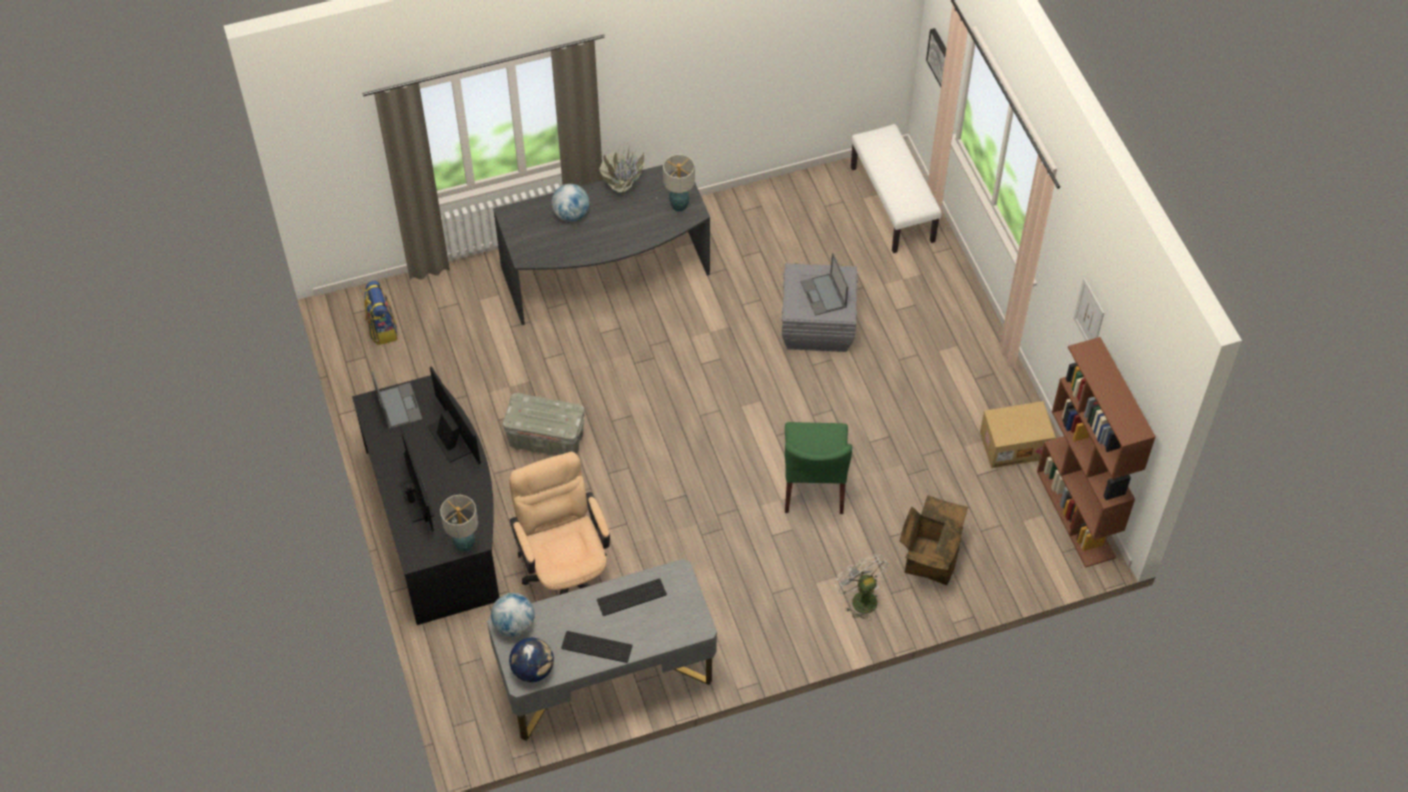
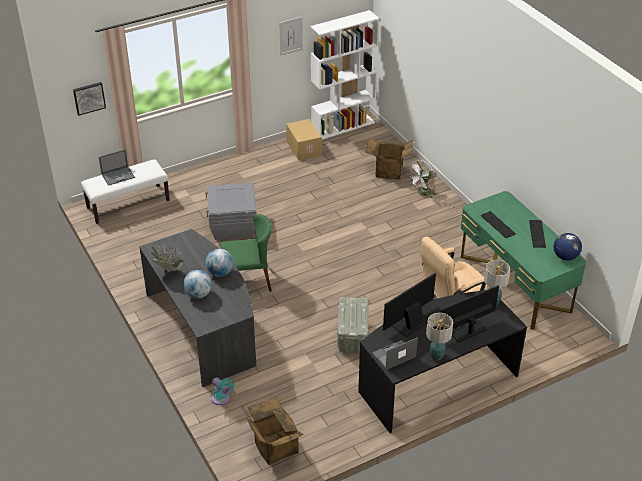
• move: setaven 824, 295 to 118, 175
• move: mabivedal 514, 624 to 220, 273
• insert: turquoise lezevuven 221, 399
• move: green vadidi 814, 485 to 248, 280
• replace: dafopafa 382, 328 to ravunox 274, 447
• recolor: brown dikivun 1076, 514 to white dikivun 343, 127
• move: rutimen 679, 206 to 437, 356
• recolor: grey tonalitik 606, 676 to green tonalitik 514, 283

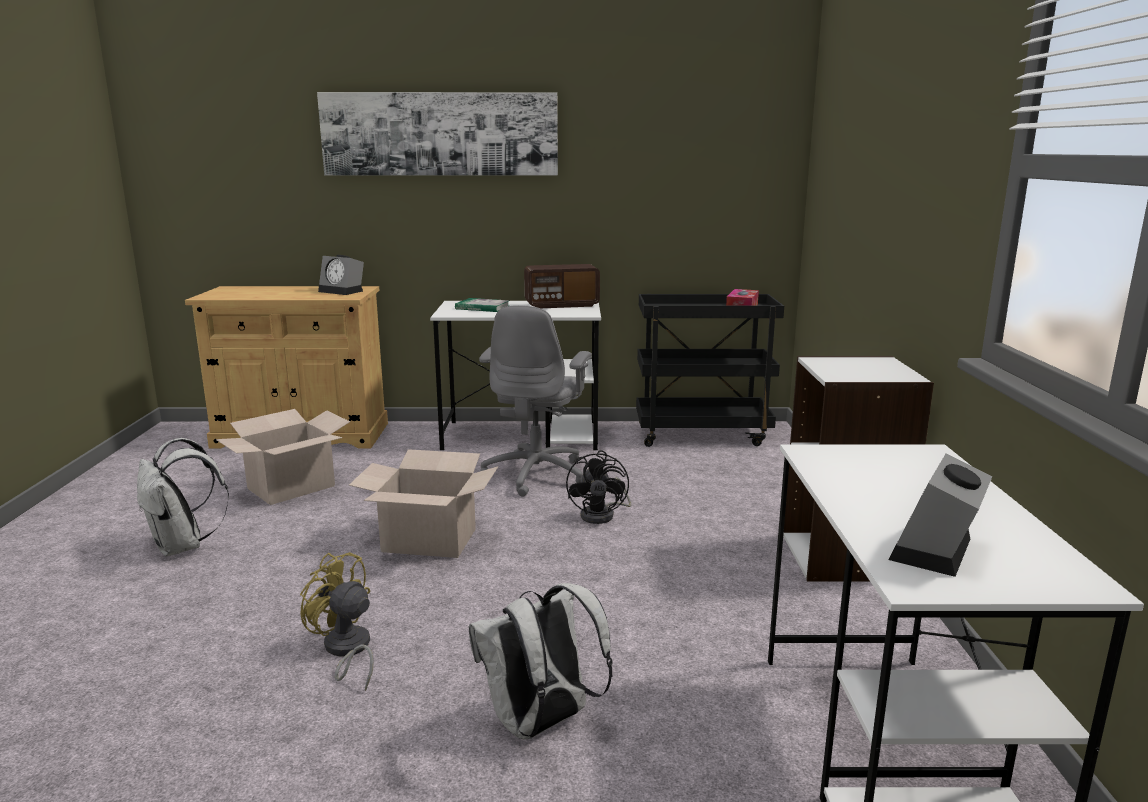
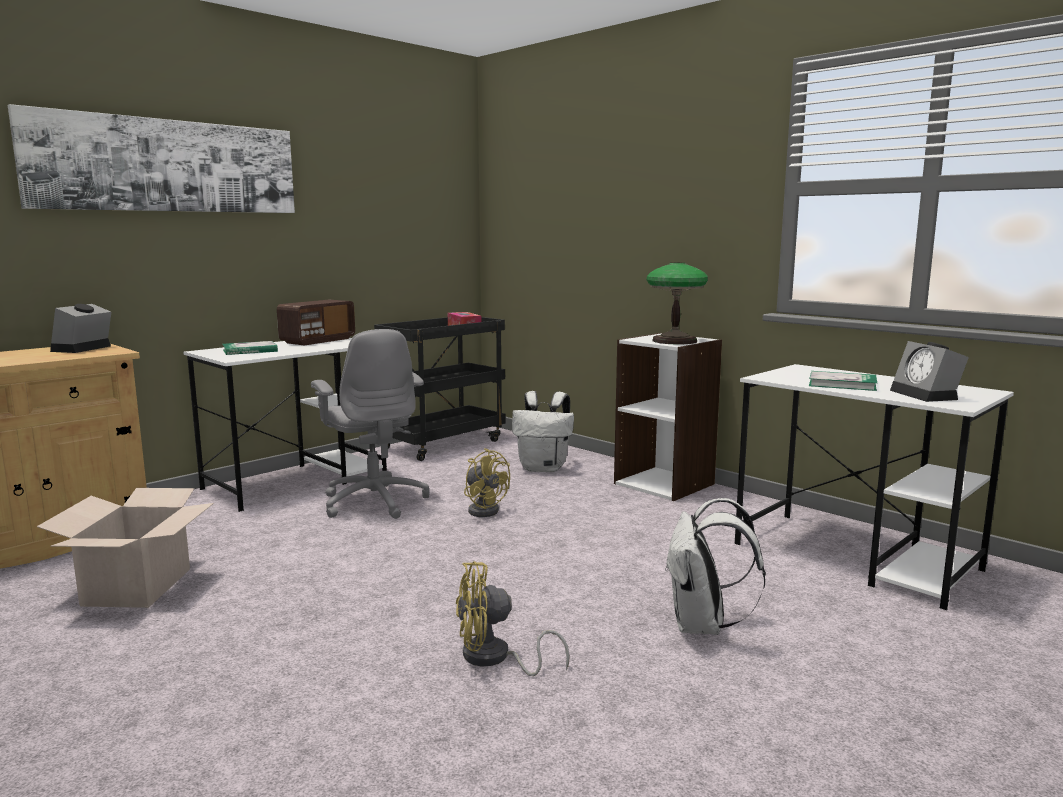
• rotate: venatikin 343, 291 = 82, 349 120 degrees clockwise
• recolor: black lezevuven 603, 515 to yellow lezevuven 484, 509
• move: white dafopafa 183, 546 to 544, 468
• insert: rutimen 674, 341
• insert: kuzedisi 842, 384
• delete: ravunox 430, 540

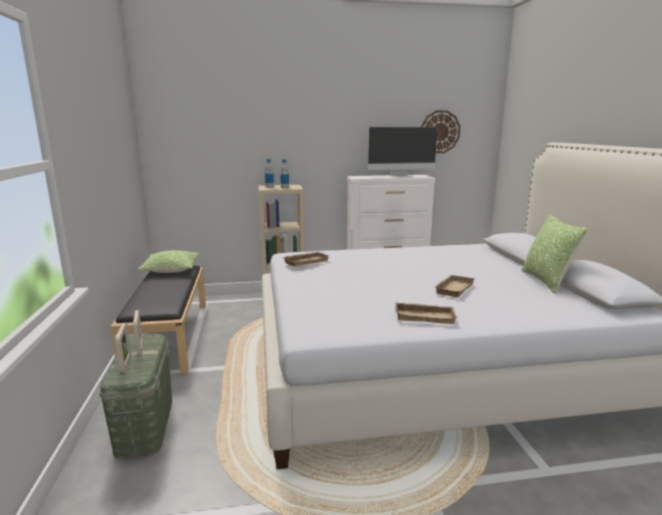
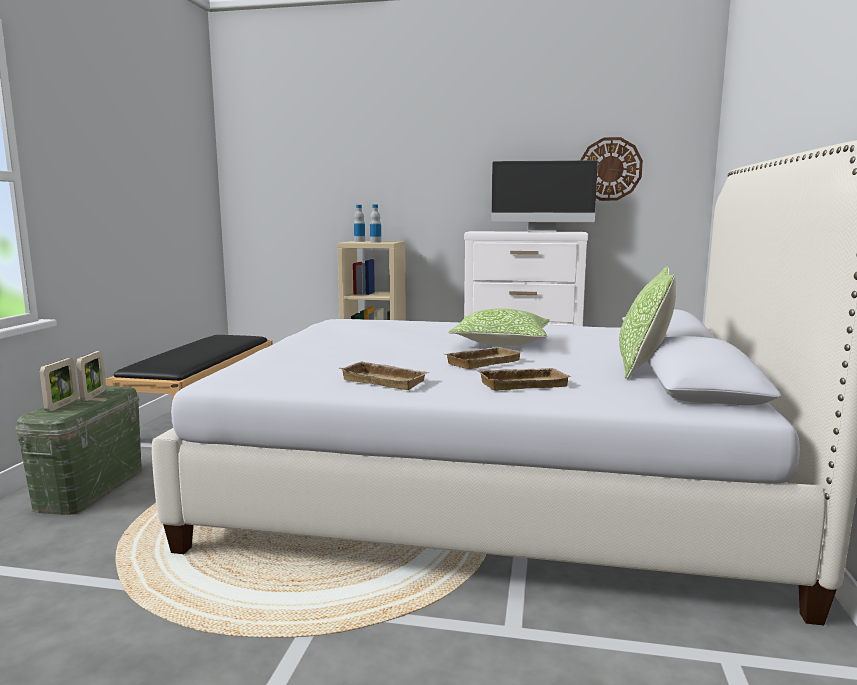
• move: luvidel 171, 269 to 501, 342
• move: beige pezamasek 306, 261 to 523, 383

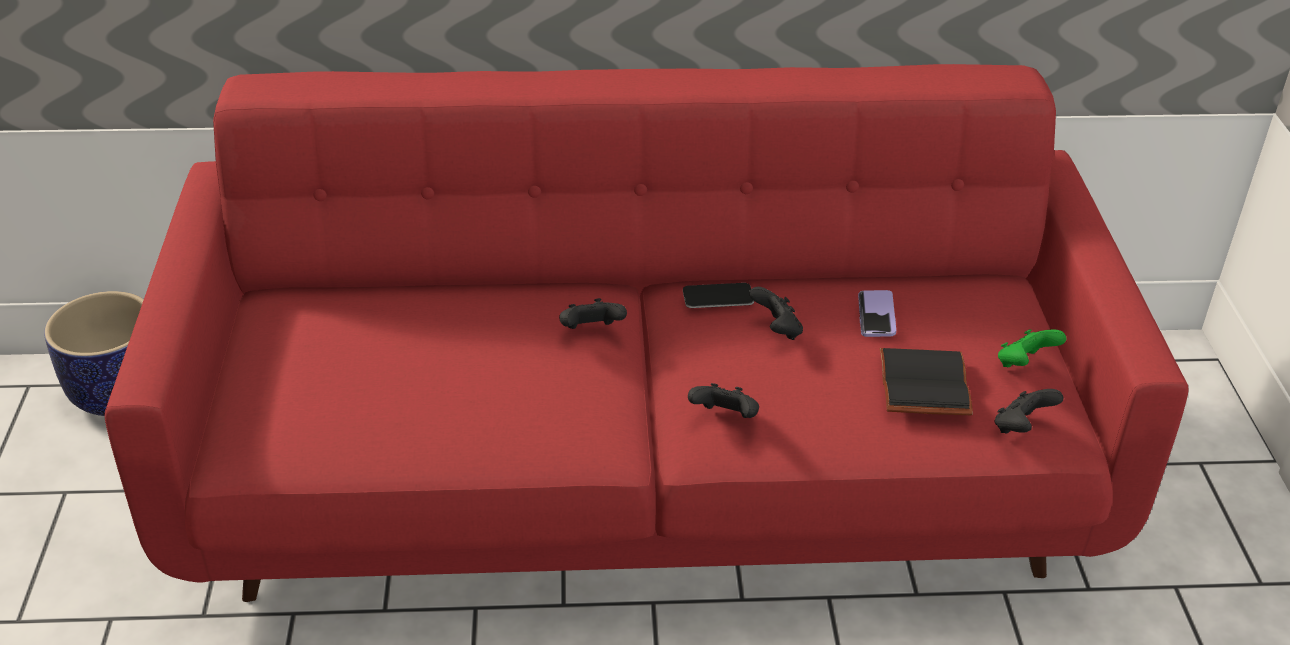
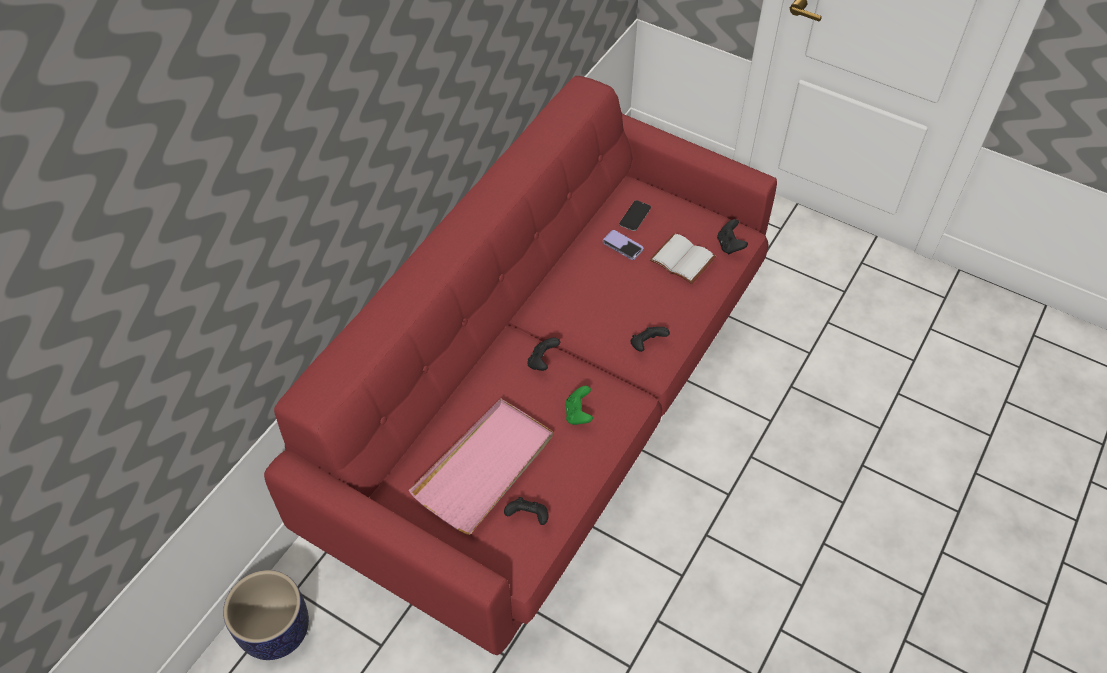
• insert: pink pezamasek 485, 467
• move: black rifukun 776, 330 to 528, 517
• move: green rifukun 1024, 364 to 578, 414
• move: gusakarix 718, 297 to 635, 216
• recolor: black kuzedisi 927, 385 to white kuzedisi 684, 259

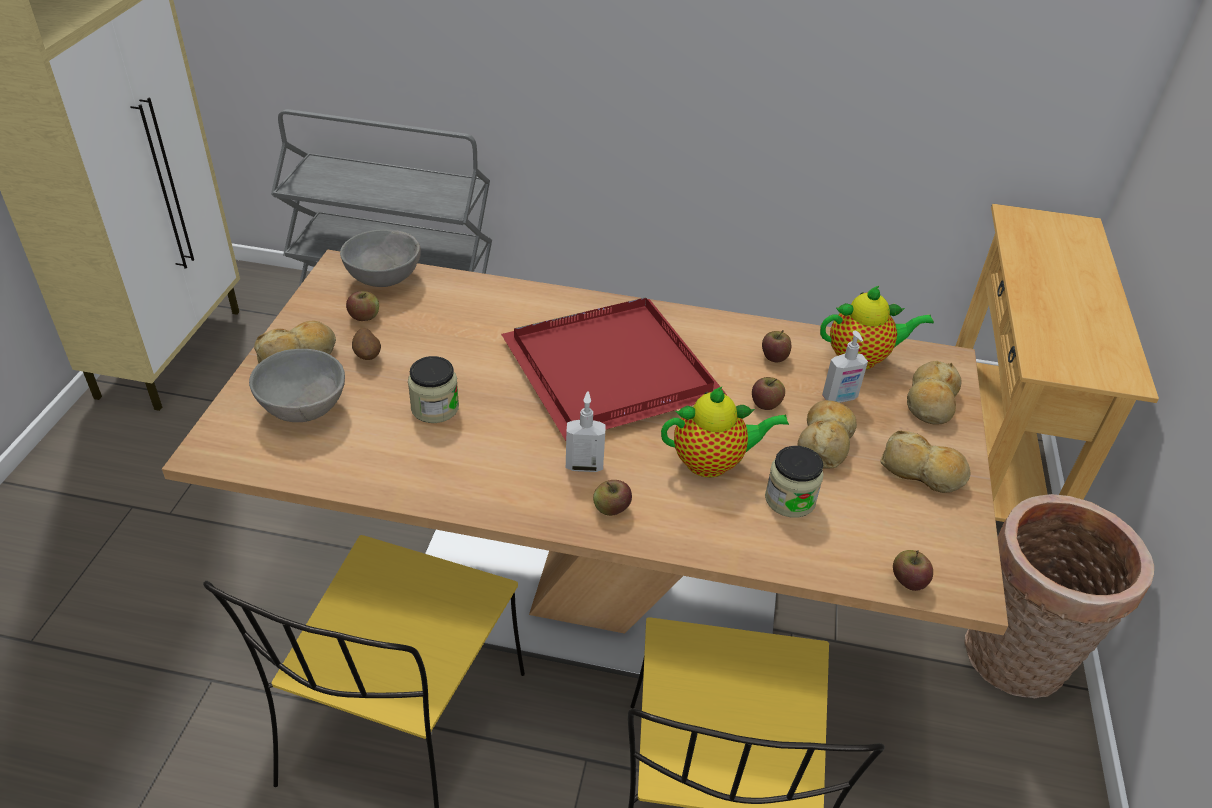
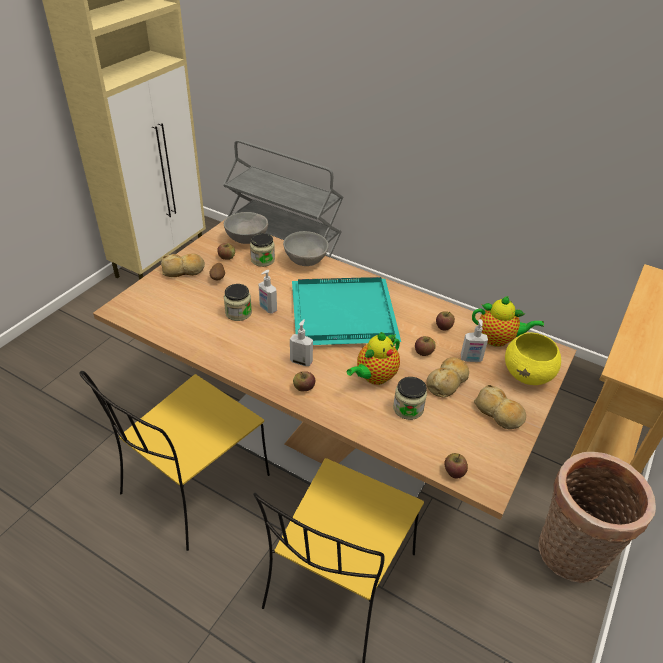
• insert: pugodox 262, 260
• insert: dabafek 267, 309
• move: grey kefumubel 304, 407 to 306, 260
• recolor: red pezamasek 609, 373 to turquoise pezamasek 341, 315
• rotate: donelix 713, 462 = 374, 377 120 degrees clockwise
• replace: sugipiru 930, 402 to yellow kefumubel 528, 374

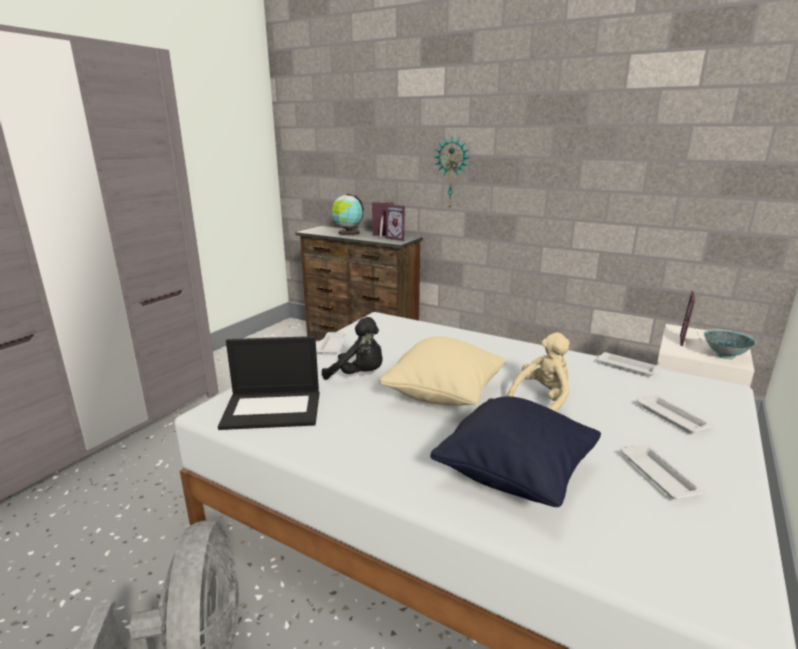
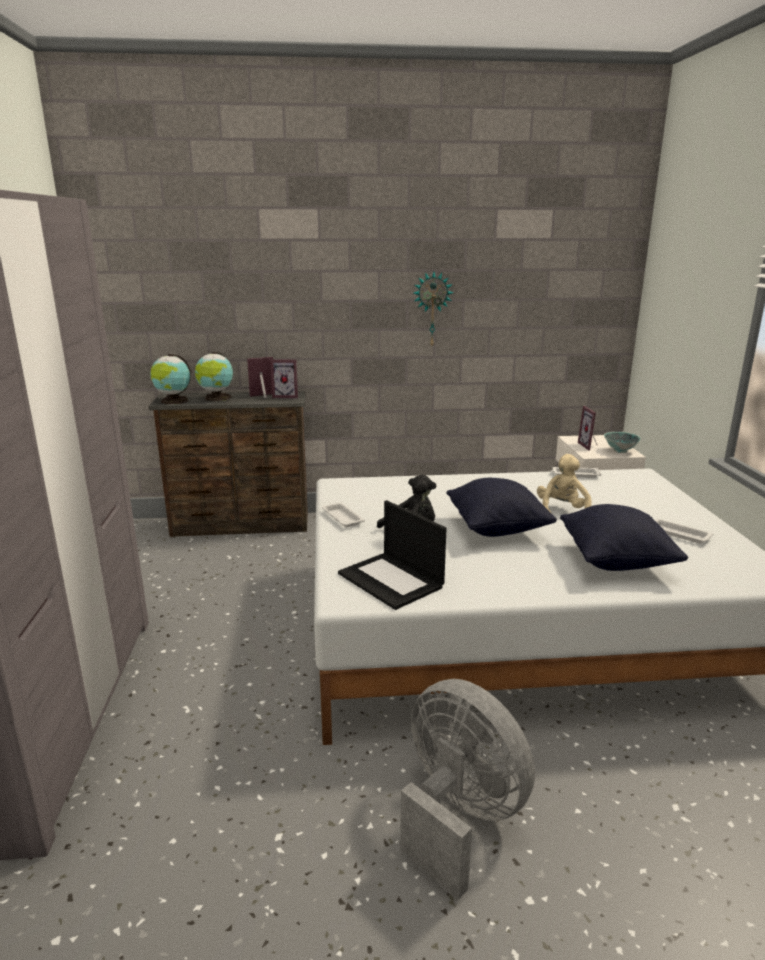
• insert: mabivedal 173, 401
• rotate: setaven 273, 409 = 392, 580 90 degrees clockwise
• move: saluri 452, 173 to 432, 309
• recolor: beige luvidel 444, 395 to black luvidel 497, 528
• delete: white pezamasek 670, 417

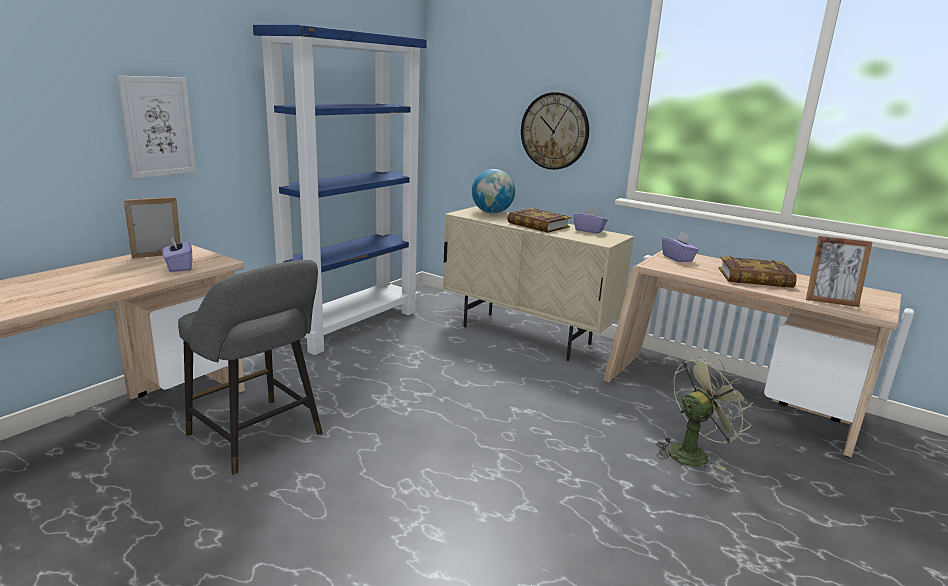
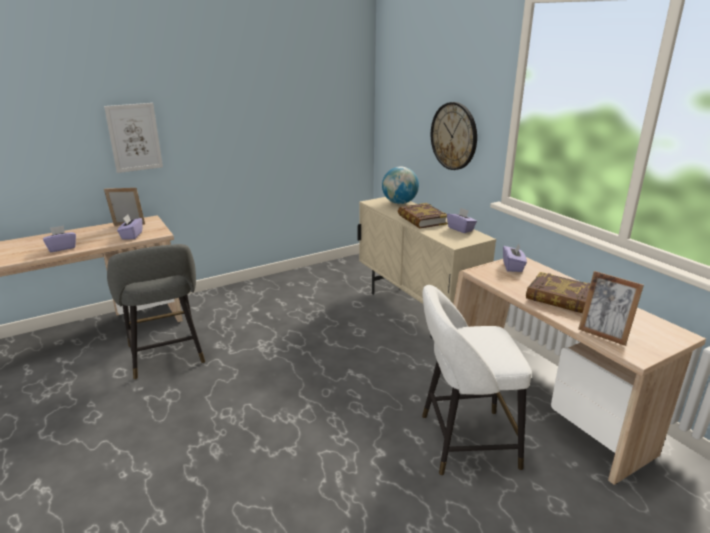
• insert: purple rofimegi 62, 248
• replace: green lezevuven 692, 452 to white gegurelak 462, 441
• delete: blue dikivun 352, 325

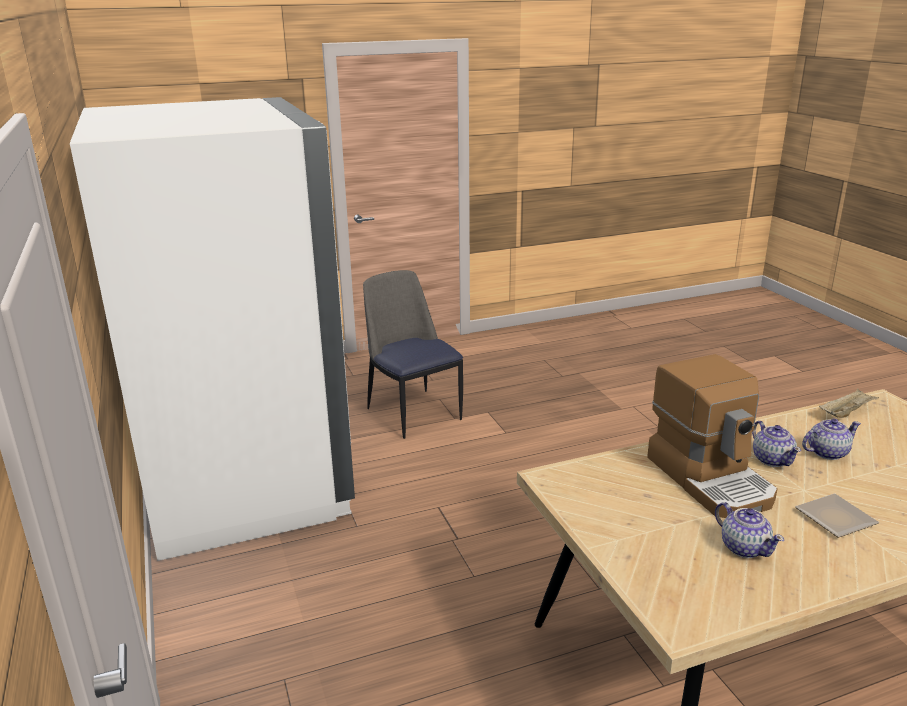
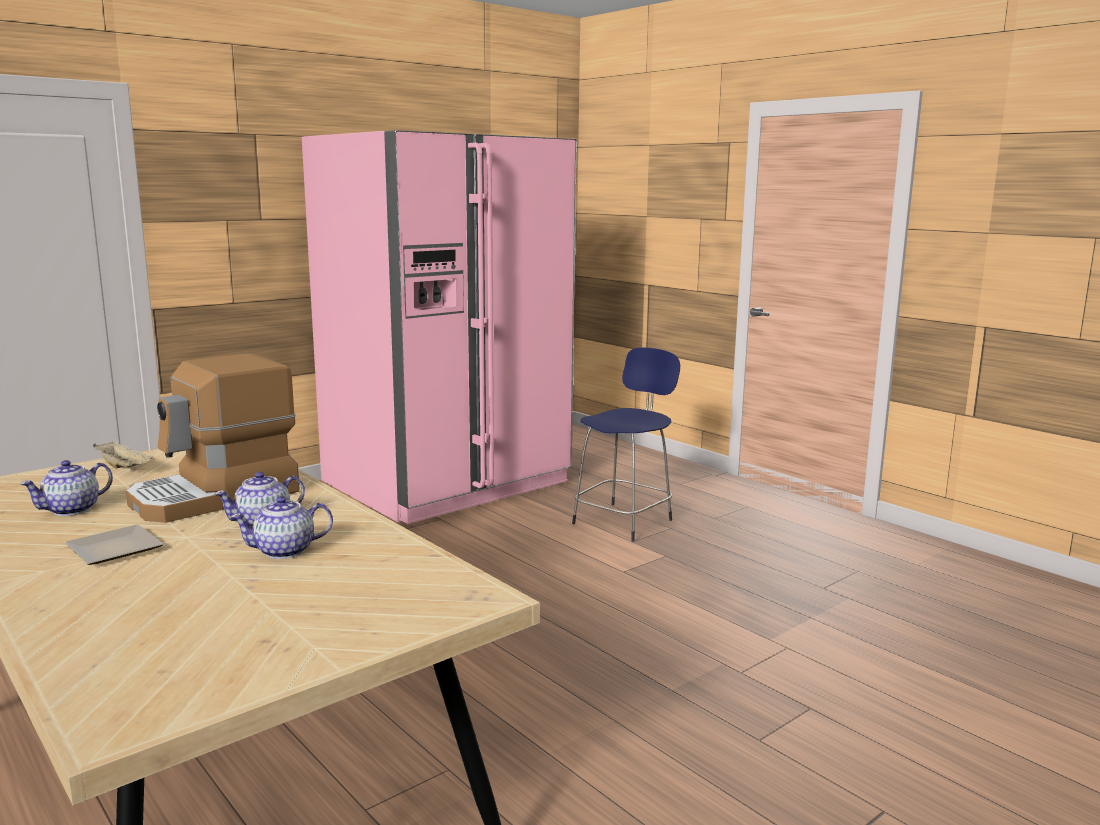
• move: beige pezamasek 846, 412 to 125, 468
• rotate: donelix 826, 452 = 285, 551 105 degrees clockwise
• recolor: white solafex 246, 480 to pink solafex 446, 483
• replace: vadidi 413, 412 to blue gegurelak 624, 521

